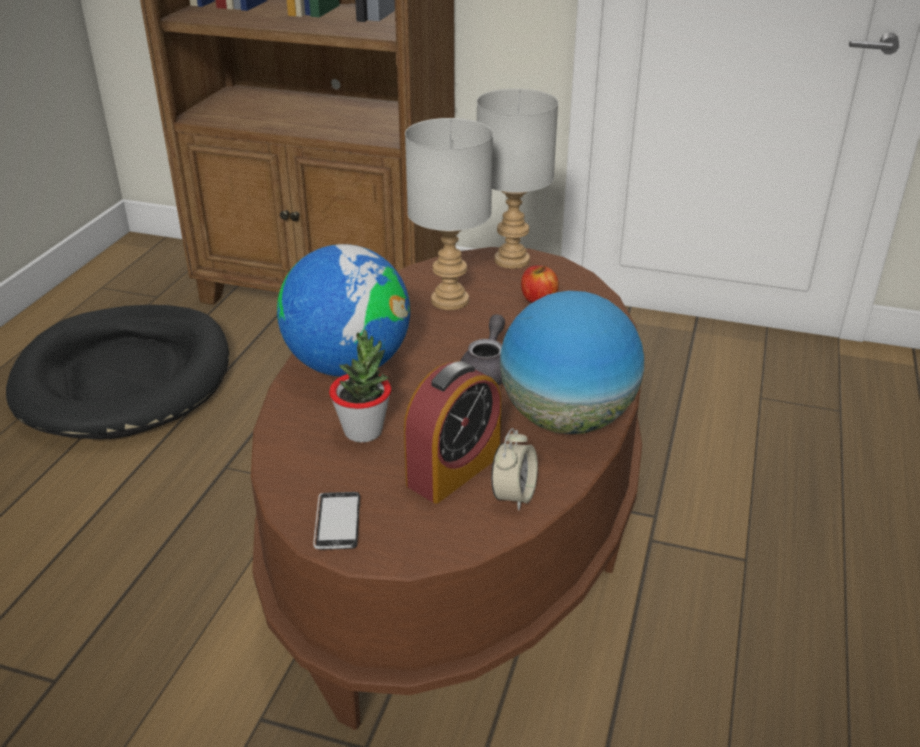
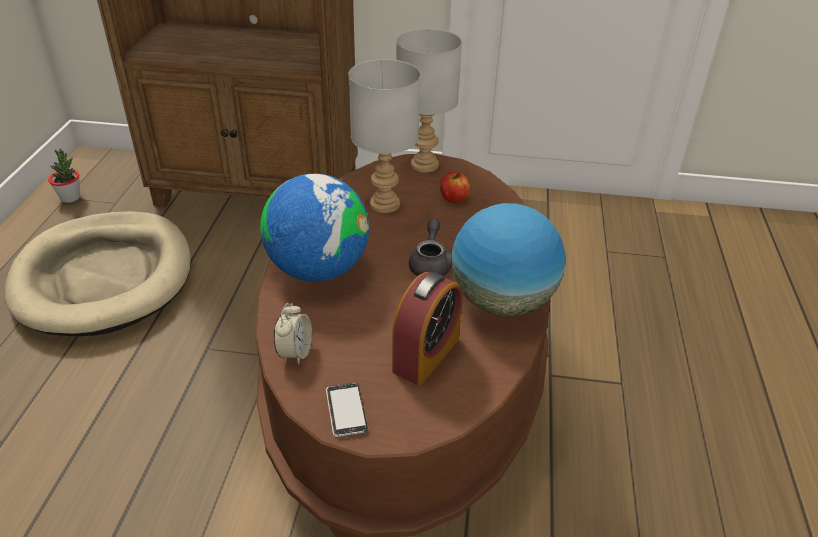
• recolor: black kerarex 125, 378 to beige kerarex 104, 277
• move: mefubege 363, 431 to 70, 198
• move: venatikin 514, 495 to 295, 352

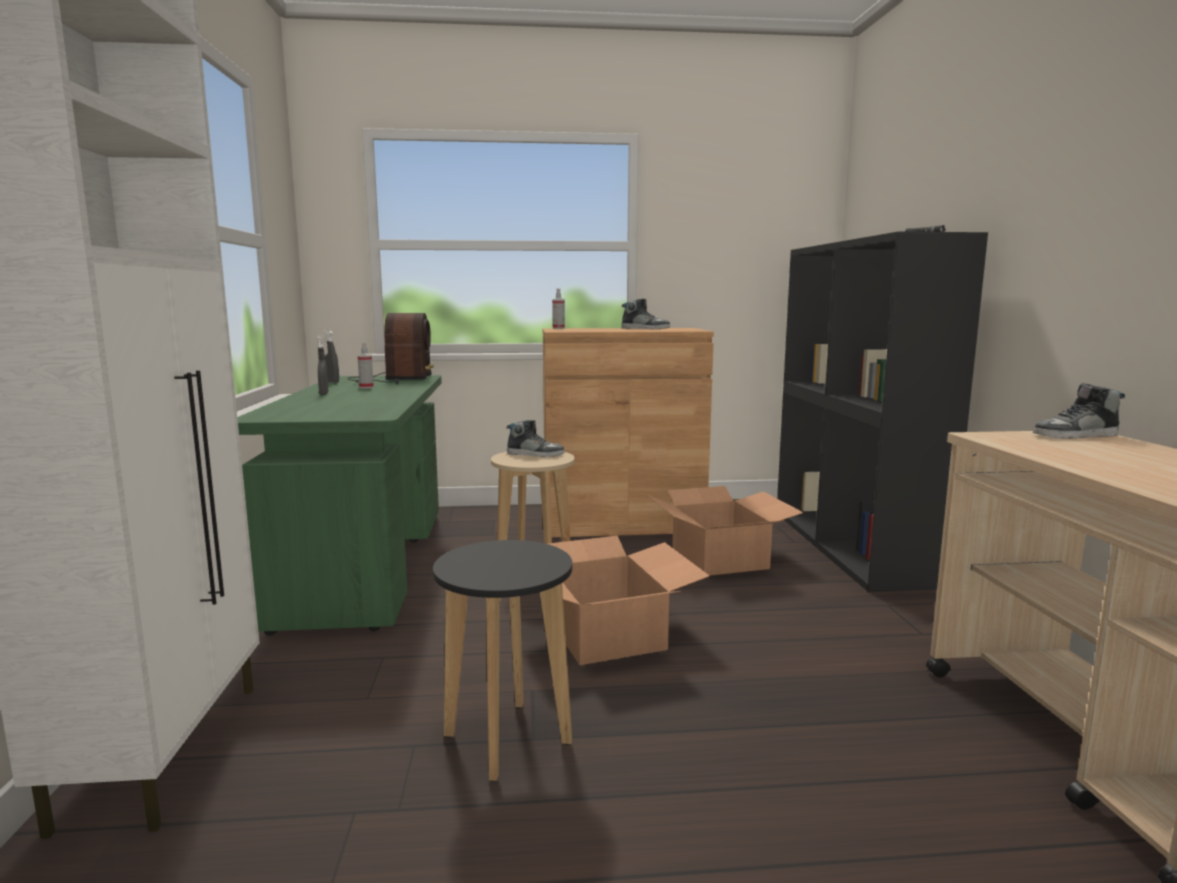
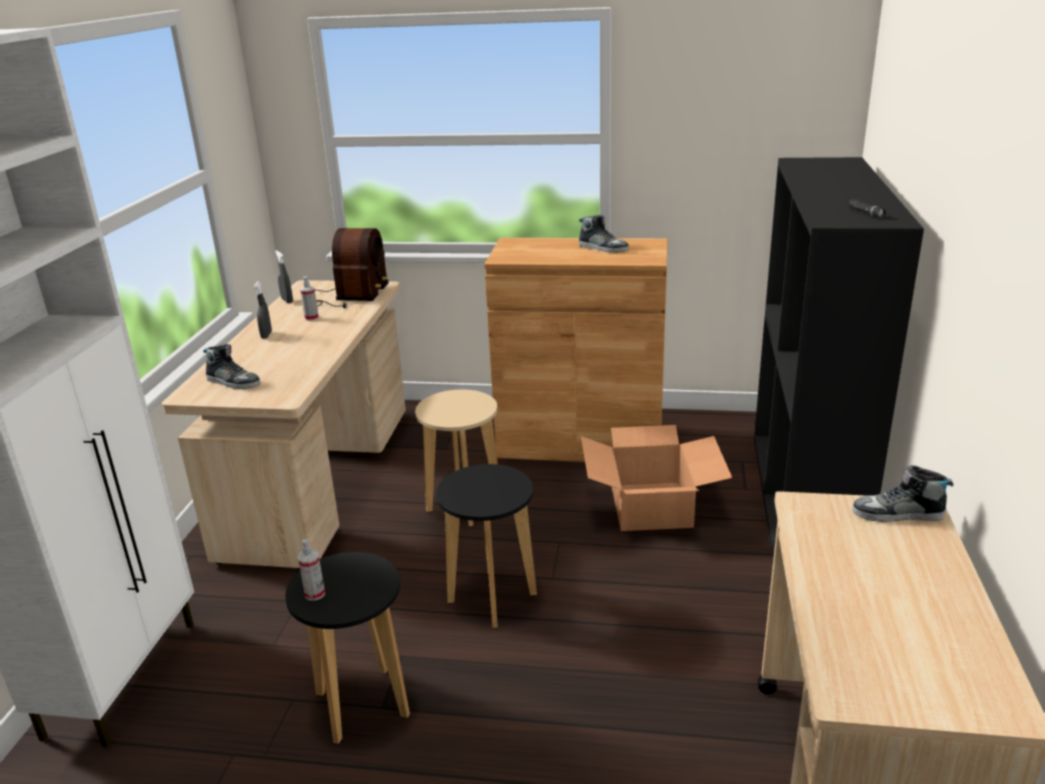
• recolor: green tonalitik 367, 563 to beige tonalitik 320, 480
• move: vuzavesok 535, 454 to 233, 382
• move: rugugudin 558, 328 to 315, 594
• replace: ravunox 606, 633 to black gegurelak 492, 598

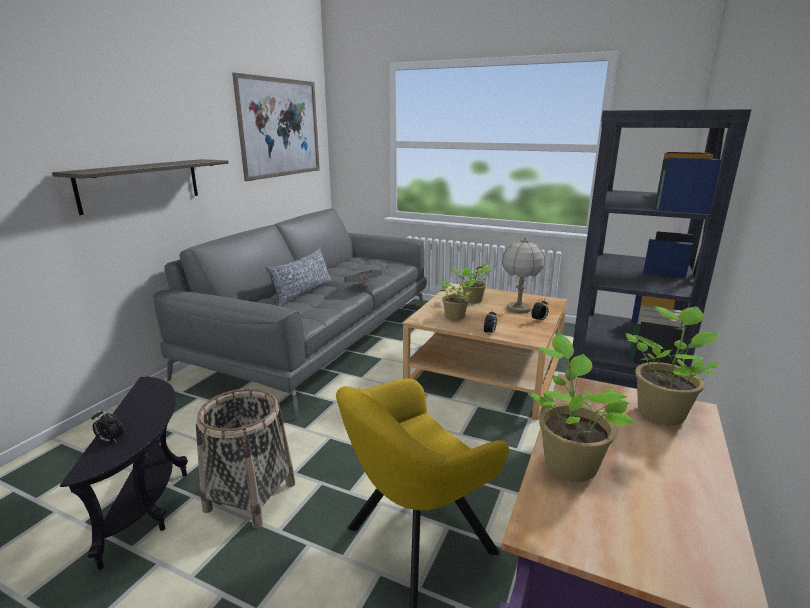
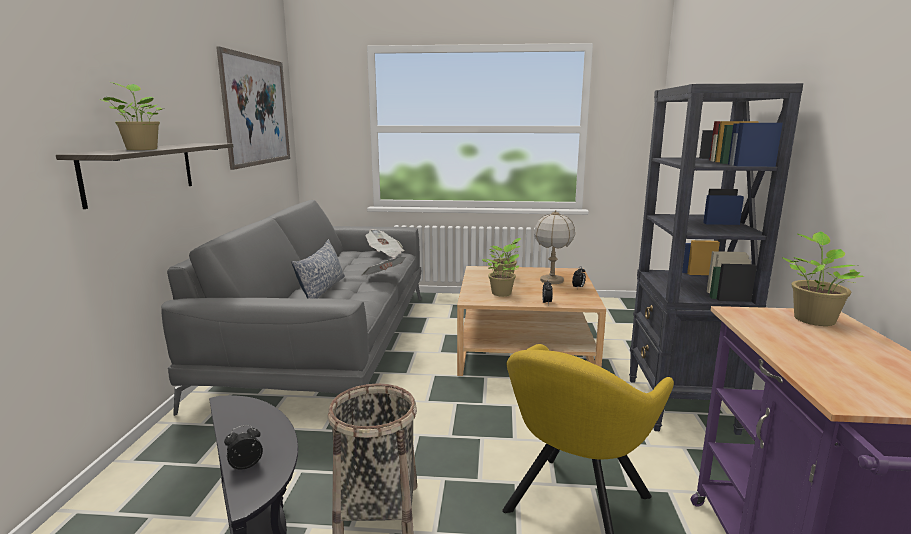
• move: mefubege 568, 462 to 141, 149
• rotate: venatikin 110, 440 = 246, 465 150 degrees clockwise
• insert: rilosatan 385, 253

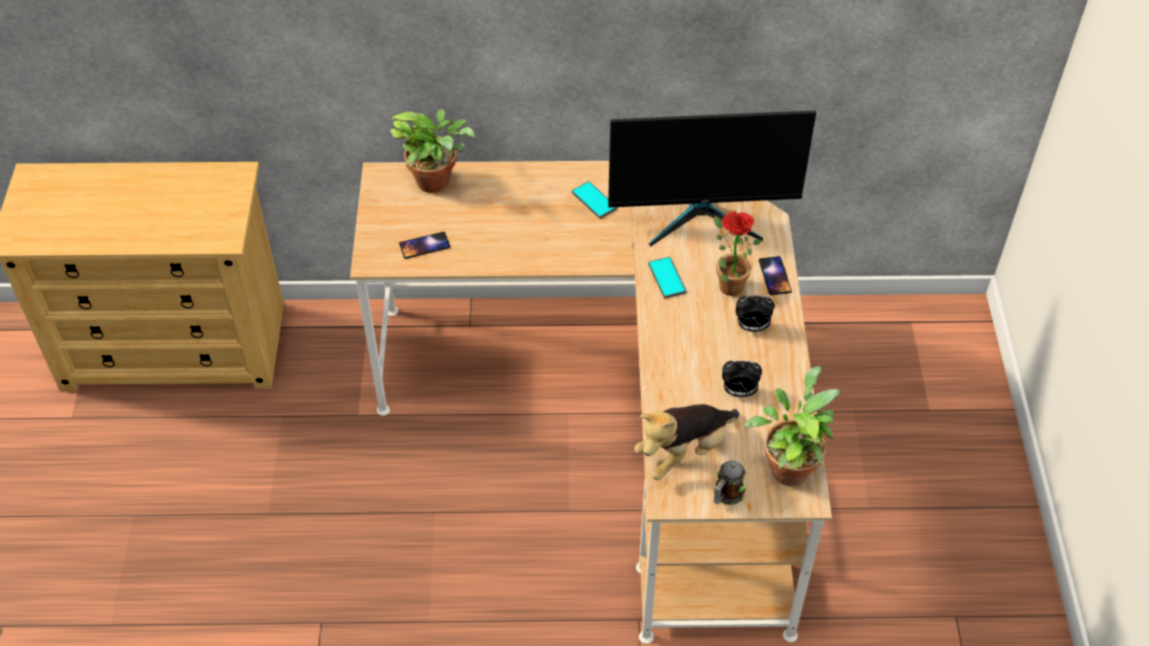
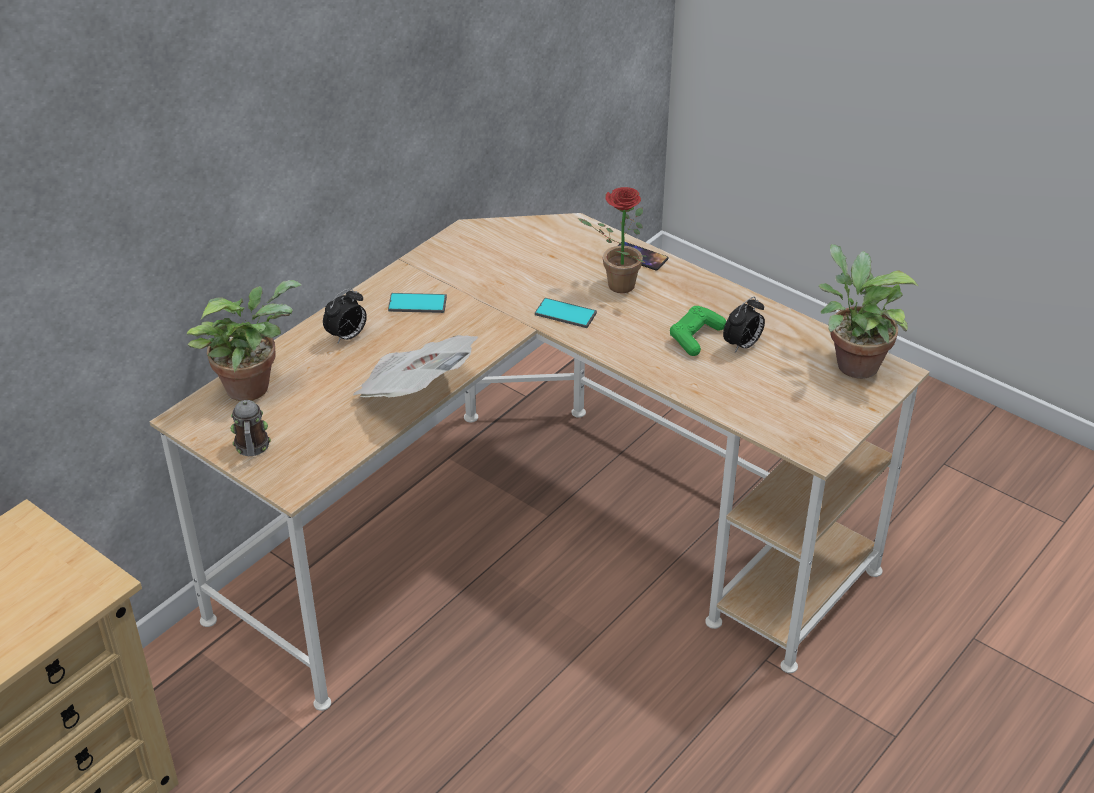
• move: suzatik 726, 495 to 252, 449
• move: venatikin 752, 327 to 347, 337
• insert: rilosatan 416, 392
• insert: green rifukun 695, 337
• delete: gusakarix 424, 246
• delete: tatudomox 703, 217
• delete: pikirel 684, 452

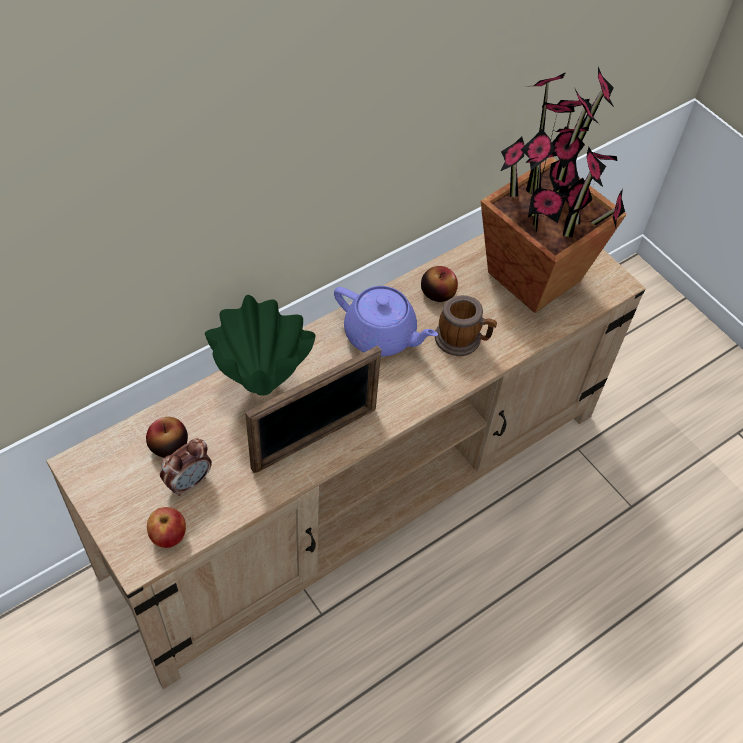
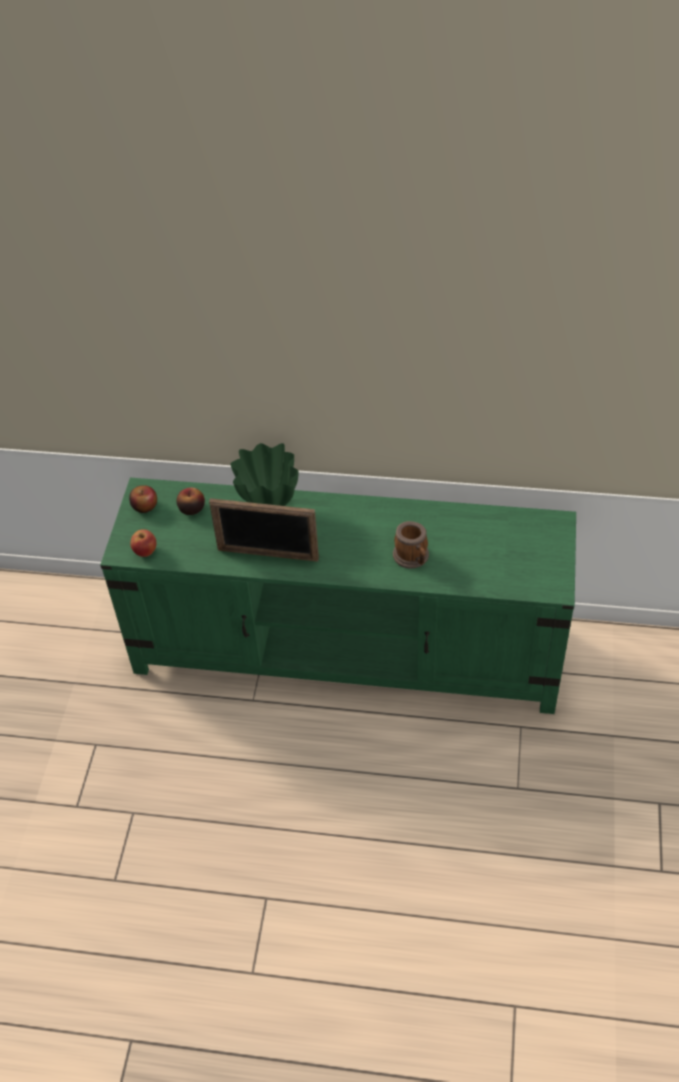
• recolor: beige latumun 361, 490 to green latumun 348, 649
• move: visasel 437, 293 to 145, 506
• delete: venatikin 189, 482
• delete: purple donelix 381, 335
• delete: mefubege 533, 278

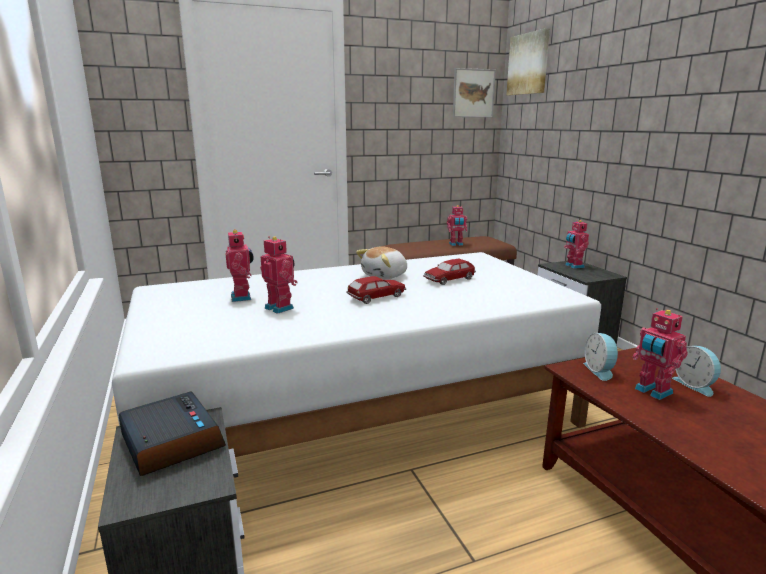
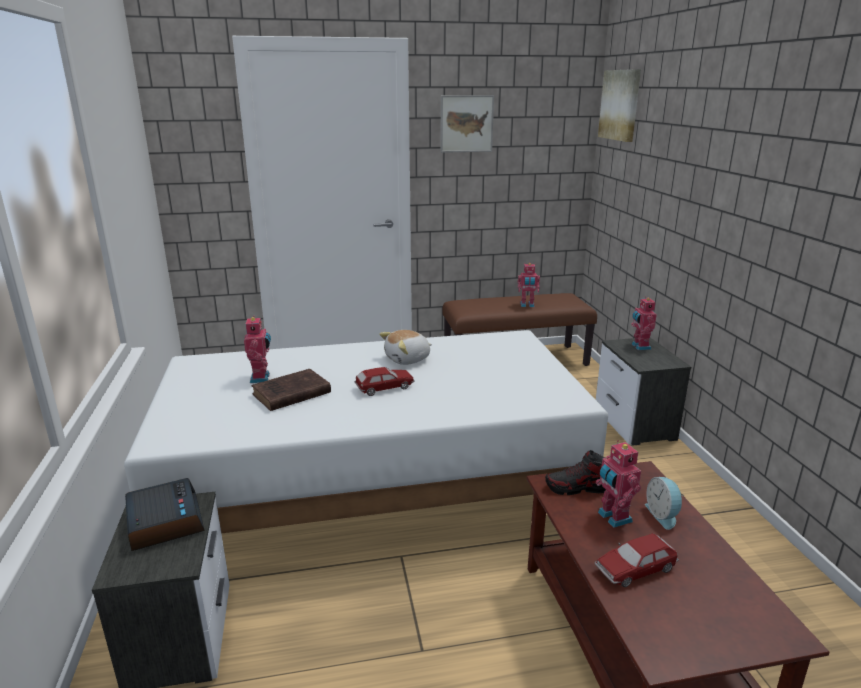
• replace: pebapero 280, 308 to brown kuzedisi 289, 394
• move: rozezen 473, 93 to 466, 124
• replace: venatikin 600, 370 to vuzavesok 577, 488
• move: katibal 449, 279 to 635, 569

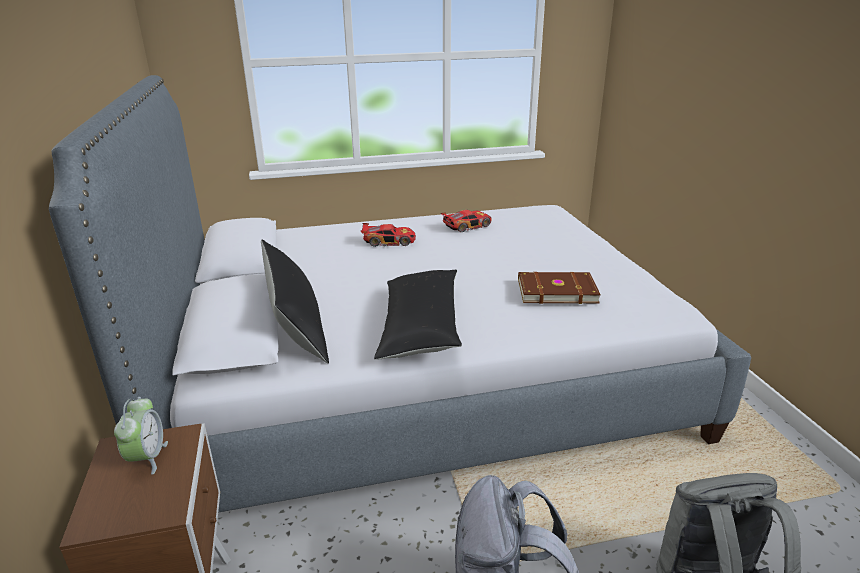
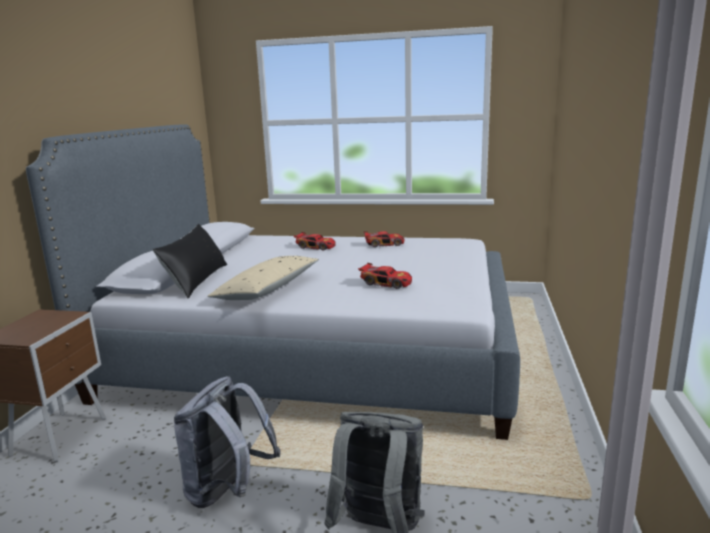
• recolor: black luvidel 420, 326 to beige luvidel 267, 290
• replace: brown kuzedisi 556, 290 to katibal 386, 283
• delete: venatikin 147, 458

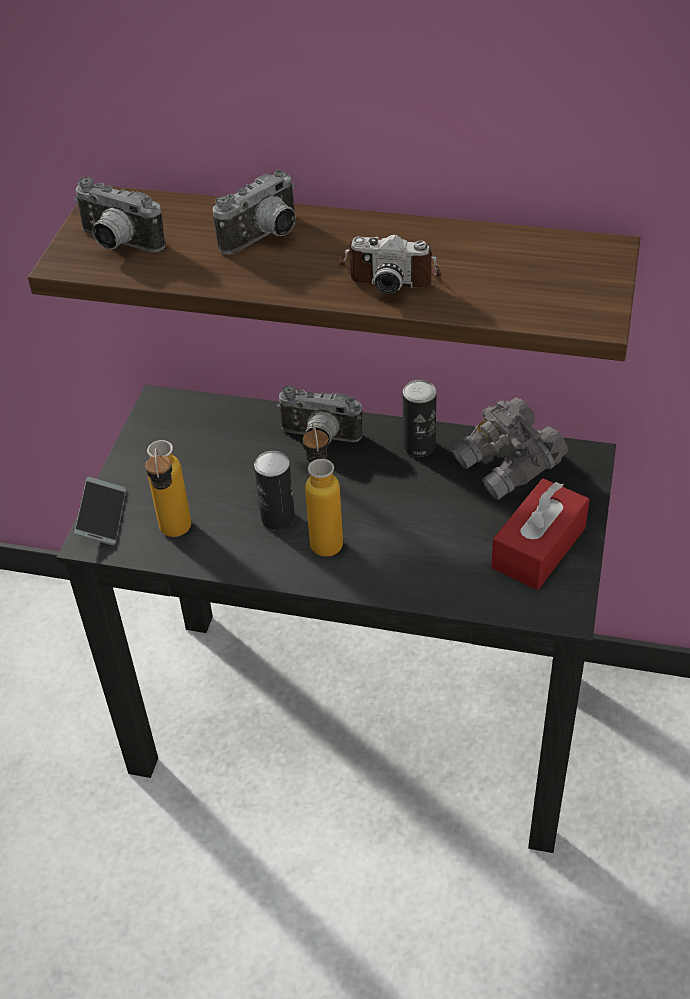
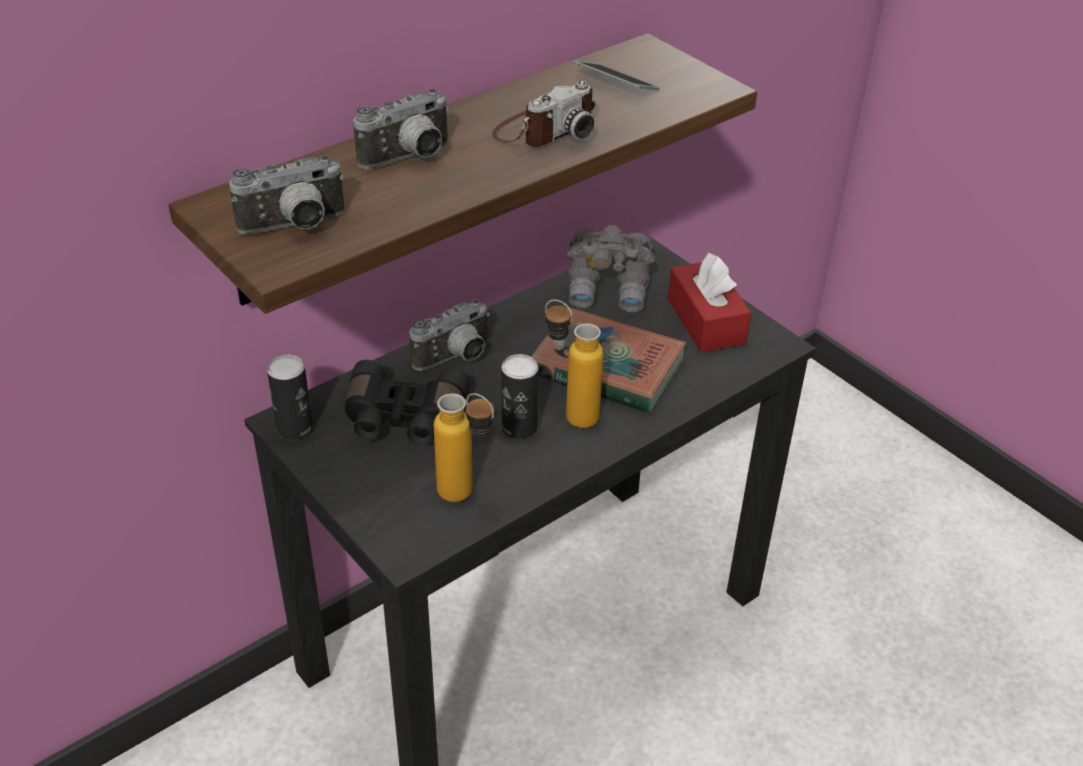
• move: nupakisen 419, 446 to 295, 428
• insert: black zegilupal 403, 420
• rotate: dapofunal 265, 238 = 410, 158 60 degrees clockwise
• insert: kuzedisi 607, 368
• move: gusakarix 102, 517 to 615, 84

